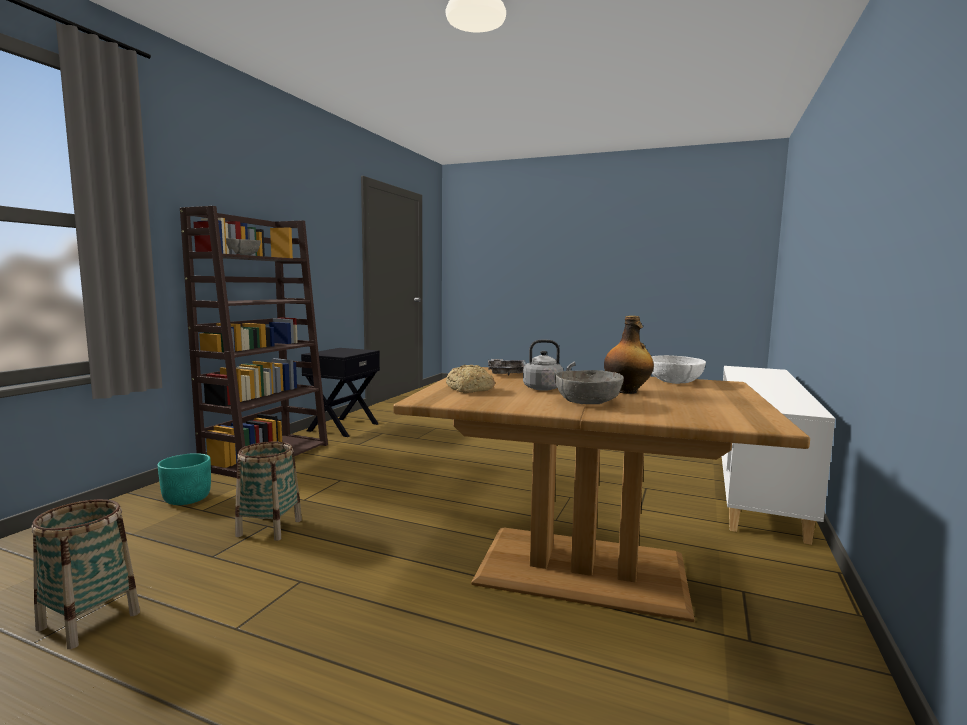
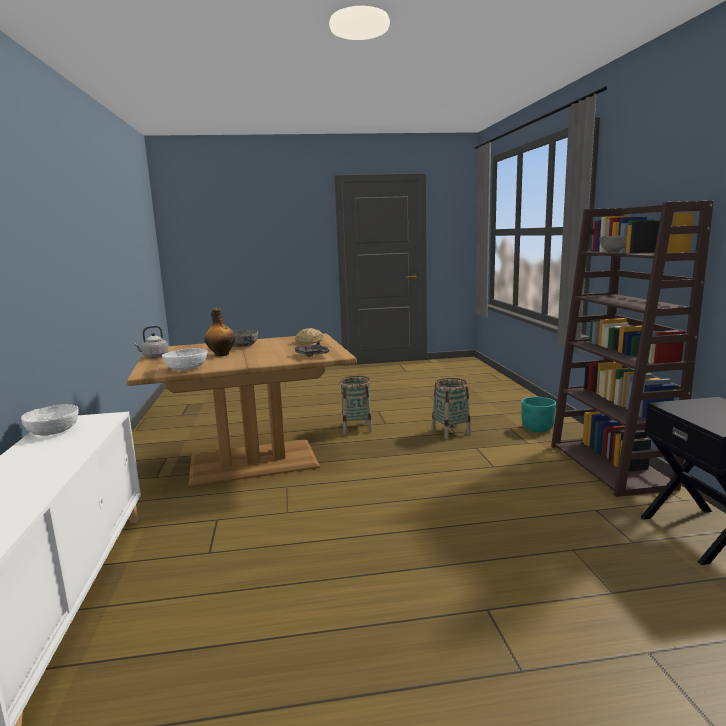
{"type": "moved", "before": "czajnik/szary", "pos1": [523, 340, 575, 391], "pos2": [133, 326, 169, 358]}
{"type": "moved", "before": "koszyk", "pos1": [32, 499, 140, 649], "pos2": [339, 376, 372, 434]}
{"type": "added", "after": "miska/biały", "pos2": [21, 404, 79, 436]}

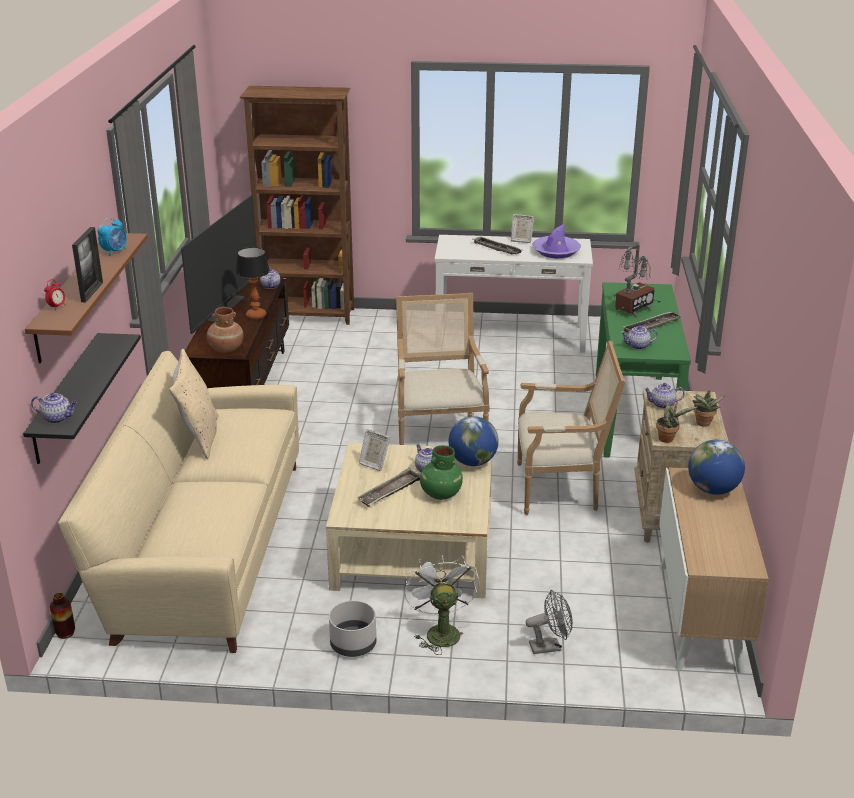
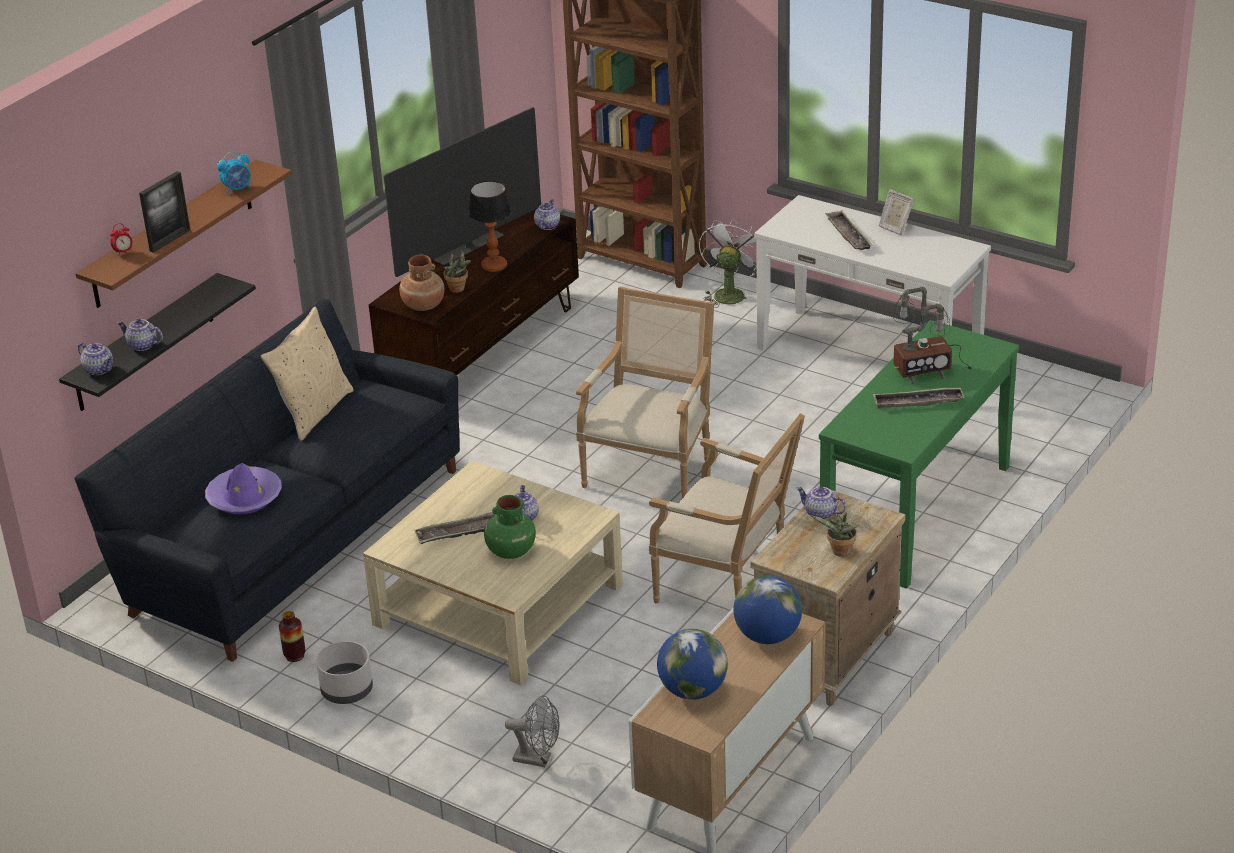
{"type": "moved", "before": "kapelusz/fioletowy", "pos1": [532, 223, 581, 258], "pos2": [205, 463, 282, 514]}
{"type": "moved", "before": "imbryk", "pos1": [621, 325, 658, 350], "pos2": [117, 319, 163, 351]}
{"type": "recoloured", "before": "kanapa/beżowy", "after": "kanapa/czarny", "pos1": [58, 351, 299, 653], "pos2": [74, 299, 460, 662]}
{"type": "moved", "before": "roślina doniczkowa", "pos1": [656, 400, 697, 443], "pos2": [444, 250, 471, 293]}
{"type": "moved", "before": "globus", "pos1": [448, 416, 499, 466], "pos2": [657, 629, 728, 700]}
{"type": "removed", "before": "ramka na zdjęcie", "pos1": [359, 429, 390, 471]}
{"type": "moved", "before": "wentylator/biały", "pos1": [404, 553, 480, 655], "pos2": [699, 218, 757, 308]}
{"type": "moved", "before": "wazon", "pos1": [50, 593, 75, 639], "pos2": [279, 611, 305, 662]}

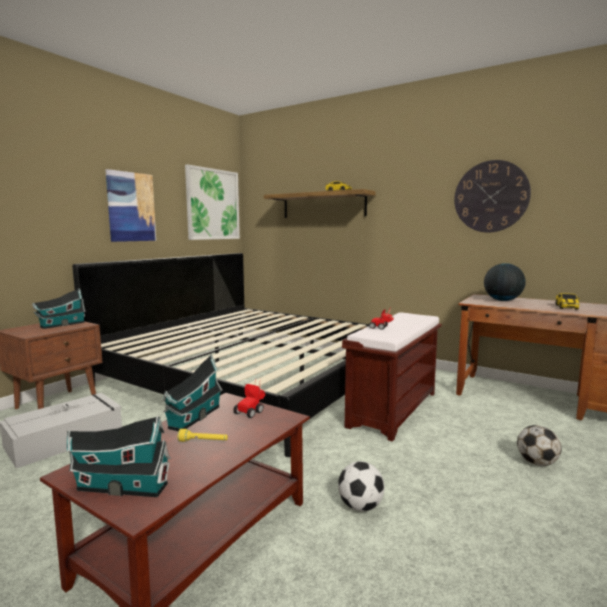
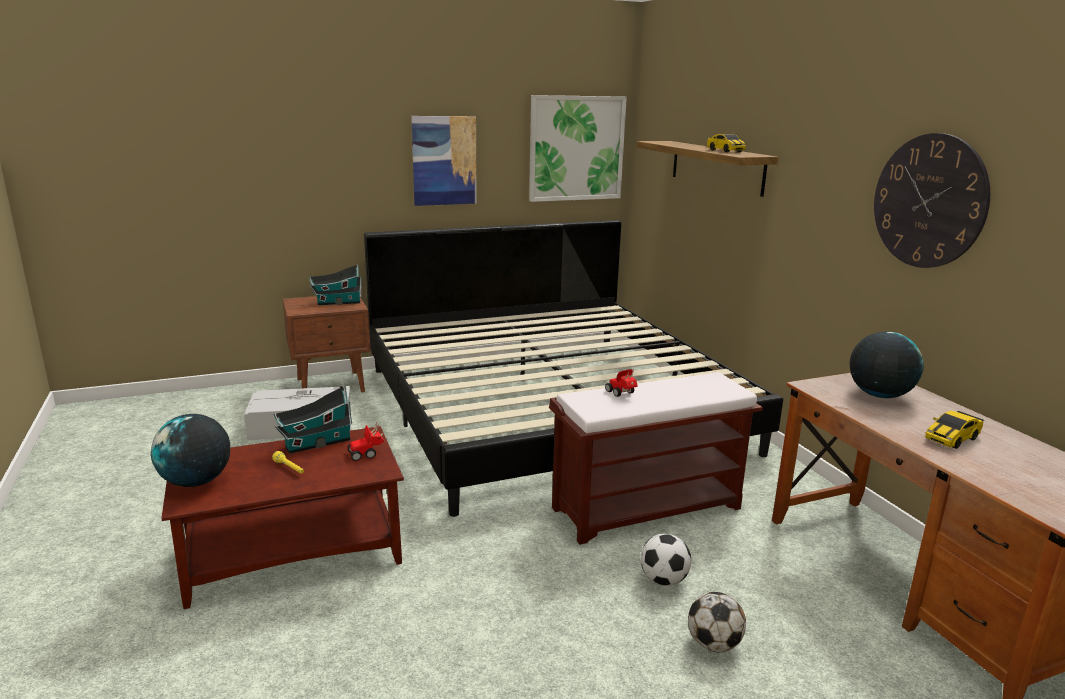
{"type": "replaced", "before": "domek", "after": "globus", "pos1": [67, 416, 171, 497], "pos2": [151, 414, 230, 487]}
{"type": "moved", "before": "piłka futbolowa", "pos1": [338, 461, 385, 511], "pos2": [640, 534, 691, 586]}

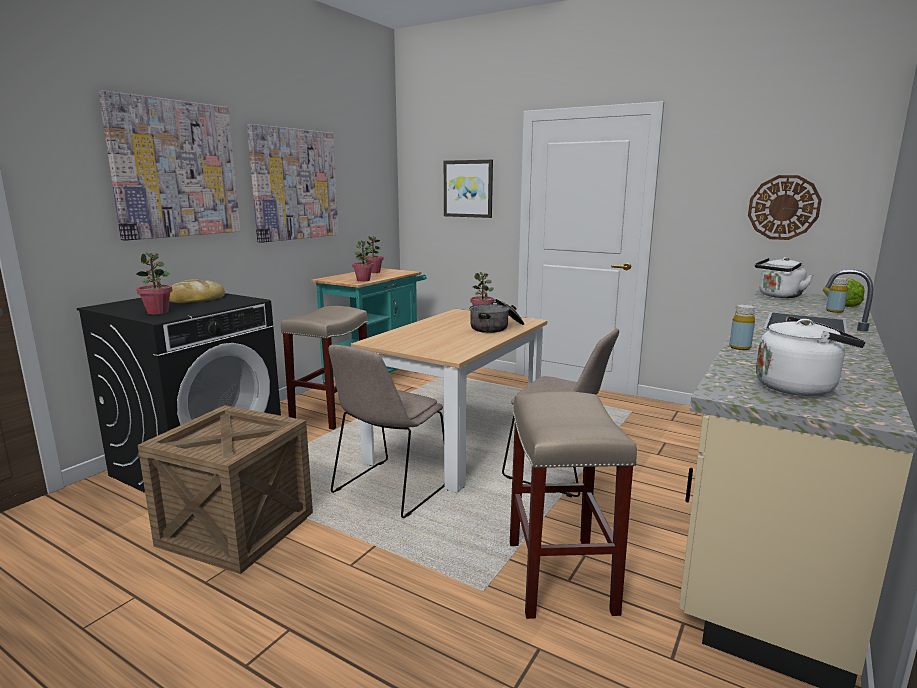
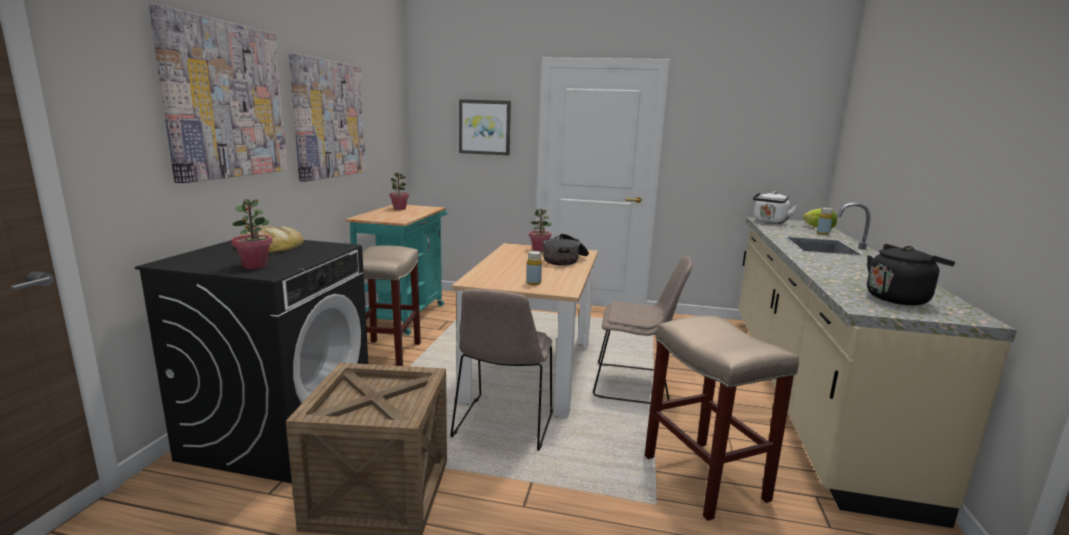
{"type": "removed", "before": "zegar ścienny", "pos1": [748, 175, 822, 240]}
{"type": "removed", "before": "roślina doniczkowa", "pos1": [352, 241, 374, 281]}
{"type": "moved", "before": "butelka/żółty", "pos1": [729, 304, 756, 350], "pos2": [526, 251, 542, 285]}
{"type": "recoloured", "before": "czajnik/biały", "after": "czajnik/czarny", "pos1": [756, 316, 866, 396], "pos2": [867, 244, 955, 305]}

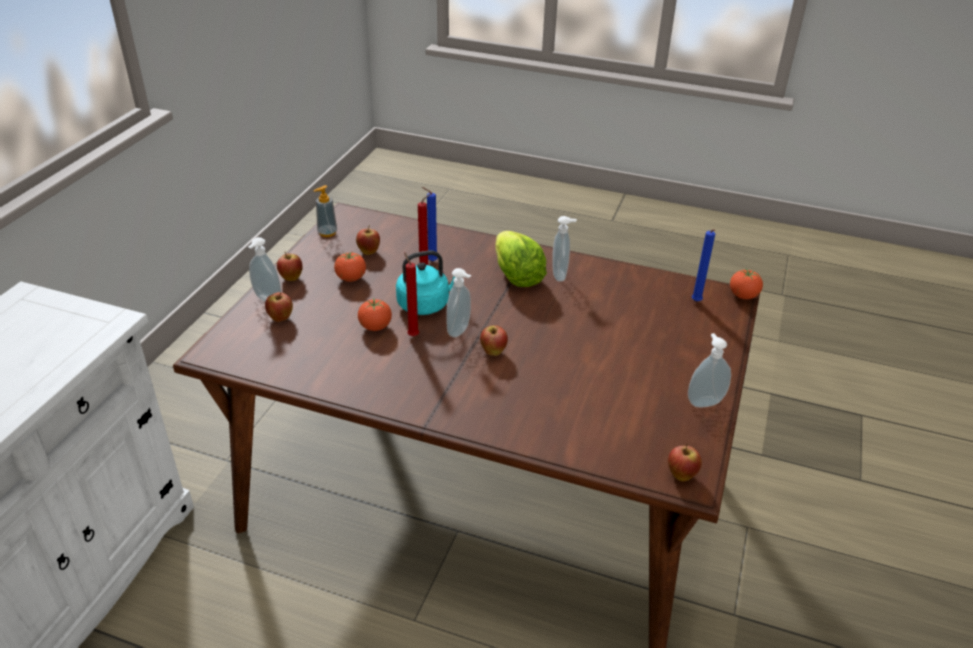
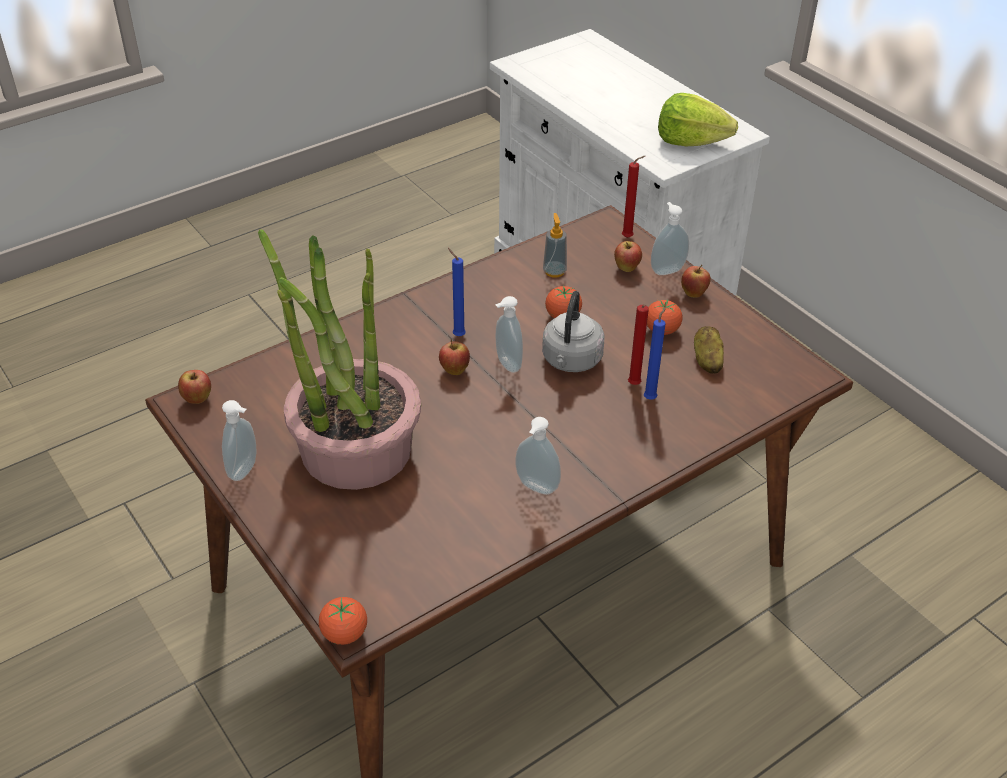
{"type": "moved", "before": "dozownik mydła", "pos1": [313, 185, 337, 237], "pos2": [543, 213, 567, 278]}
{"type": "replaced", "before": "jabłko", "after": "ziemniak", "pos1": [356, 225, 380, 255], "pos2": [694, 326, 724, 374]}
{"type": "moved", "before": "świeca/niebieski", "pos1": [692, 229, 715, 302], "pos2": [448, 248, 466, 336]}
{"type": "moved", "before": "sałata", "pos1": [495, 231, 547, 287], "pos2": [658, 93, 738, 146]}
{"type": "recoloured", "before": "czajnik/turkusowy", "after": "czajnik/szary", "pos1": [396, 250, 455, 315], "pos2": [542, 291, 604, 372]}
{"type": "moved", "before": "świeca/czerwony", "pos1": [404, 252, 419, 336], "pos2": [622, 156, 645, 238]}
{"type": "added", "after": "roślina doniczkowa", "pos2": [258, 229, 421, 490]}

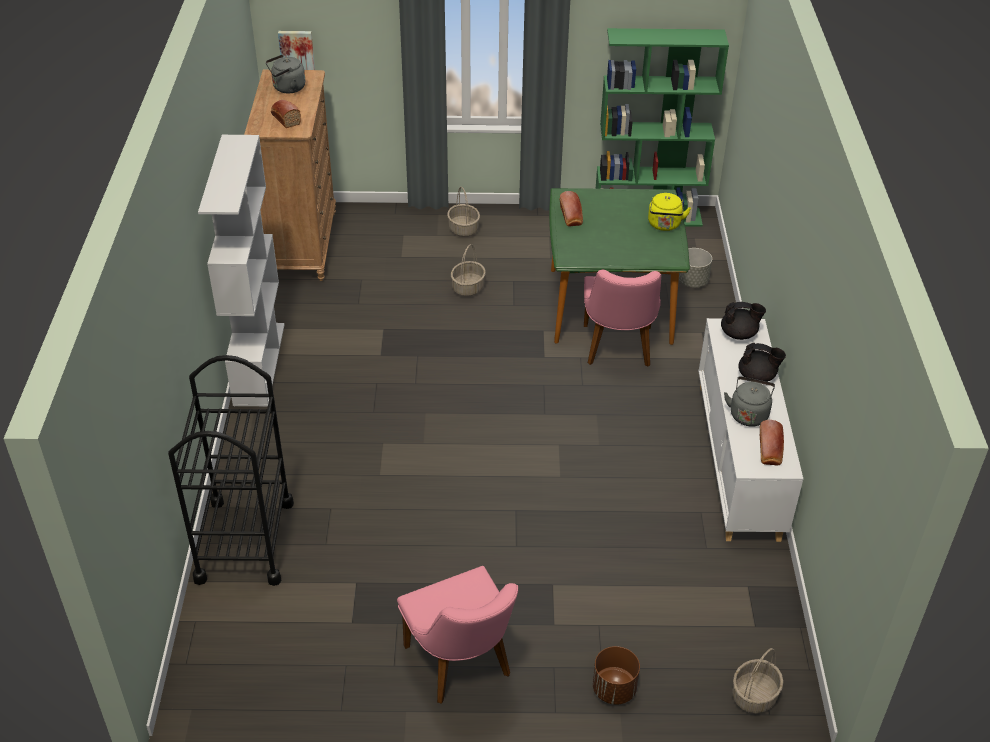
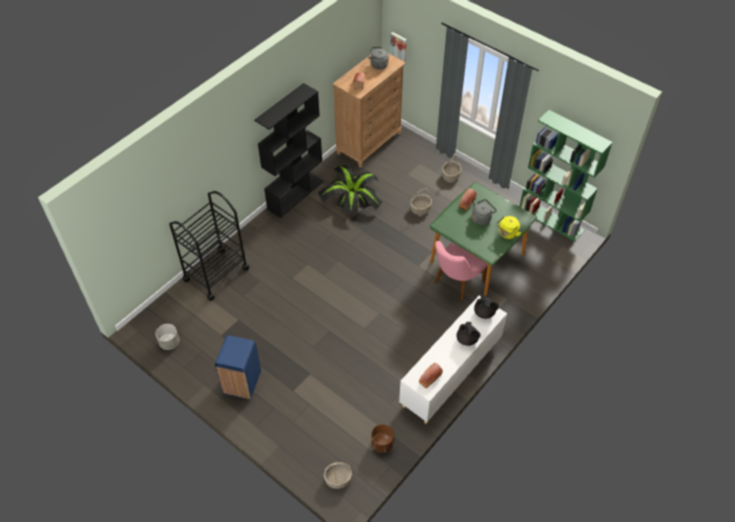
{"type": "recoloured", "before": "regał/biały", "after": "regał/czarny", "pos1": [198, 135, 285, 406], "pos2": [254, 83, 324, 218]}
{"type": "moved", "before": "donica/szary", "pos1": [679, 248, 712, 287], "pos2": [155, 324, 180, 350]}
{"type": "moved", "before": "czajnik/szary", "pos1": [724, 376, 775, 427], "pos2": [472, 199, 497, 225]}
{"type": "replaced", "before": "krzesło/różowy", "after": "kosz na śmieci/niebieski", "pos1": [397, 566, 518, 704], "pos2": [215, 335, 261, 399]}
{"type": "moved", "before": "donica/brązowy", "pos1": [593, 646, 640, 705], "pos2": [371, 424, 394, 453]}
{"type": "added", "after": "roślina doniczkowa", "pos2": [318, 165, 383, 214]}

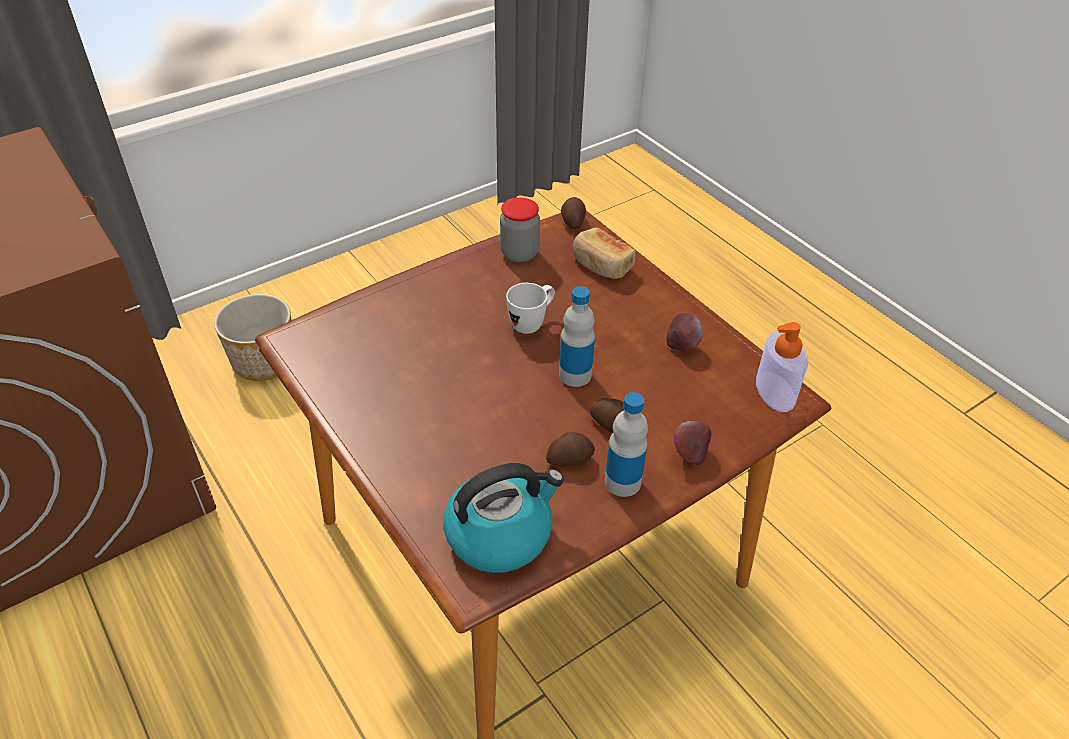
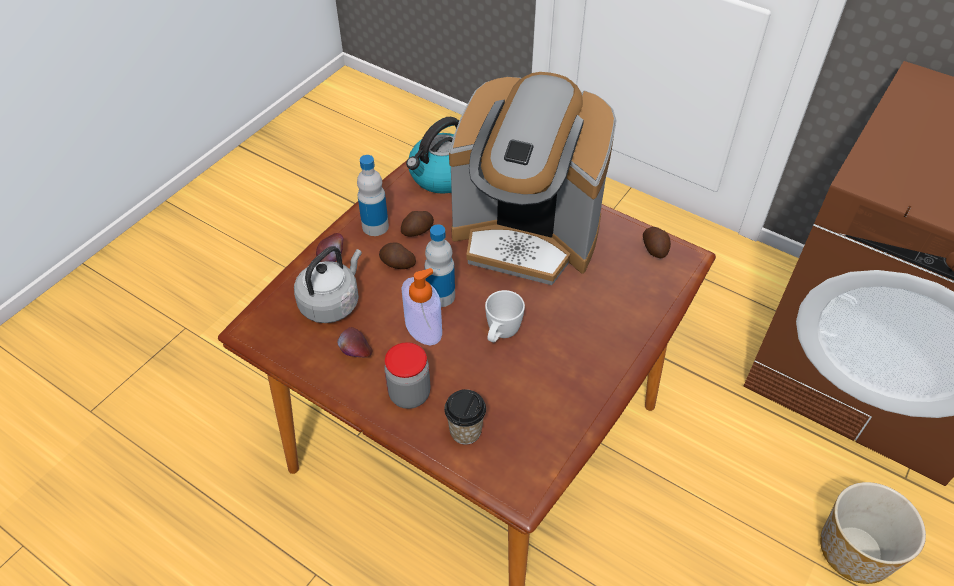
{"type": "moved", "before": "ziemniak", "pos1": [561, 197, 586, 229], "pos2": [643, 227, 671, 258]}
{"type": "moved", "before": "słoik", "pos1": [500, 198, 540, 262], "pos2": [384, 342, 431, 409]}
{"type": "replaced", "before": "chleb", "after": "filiżanka", "pos1": [573, 227, 635, 279], "pos2": [444, 389, 486, 445]}
{"type": "moved", "before": "dozownik mydła", "pos1": [756, 322, 808, 412], "pos2": [401, 268, 442, 345]}
{"type": "added", "after": "ekspres do kawy", "pos2": [449, 72, 617, 285]}
{"type": "added", "after": "czajnik/szary", "pos2": [294, 246, 362, 323]}

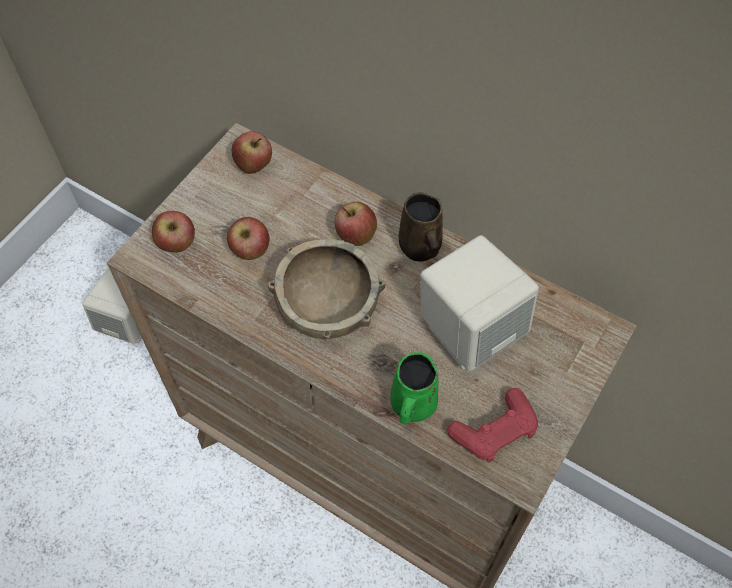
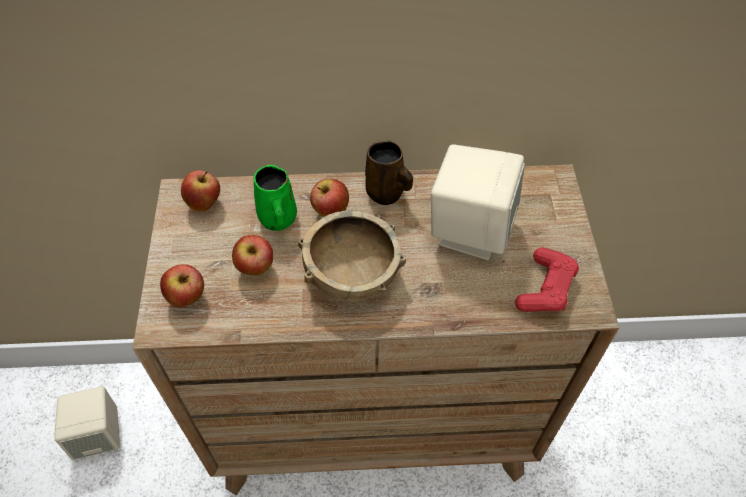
{"type": "moved", "before": "kubek/zielony", "pos1": [390, 352, 438, 424], "pos2": [253, 165, 297, 231]}

